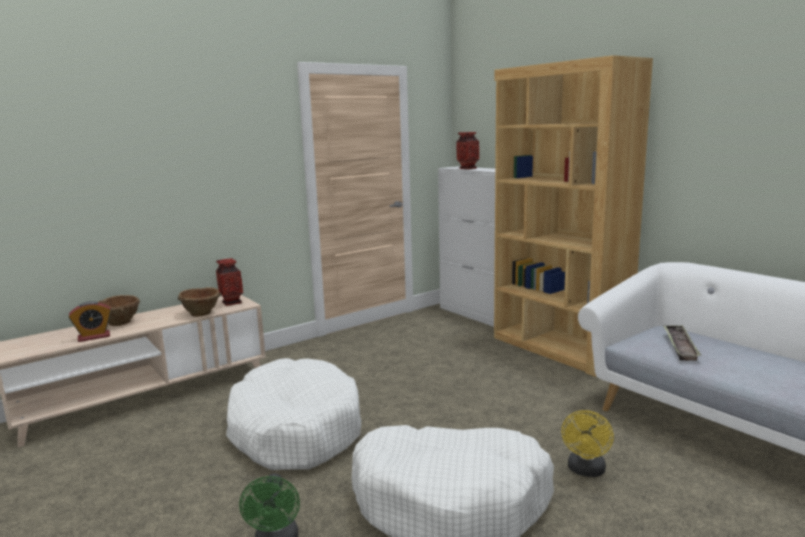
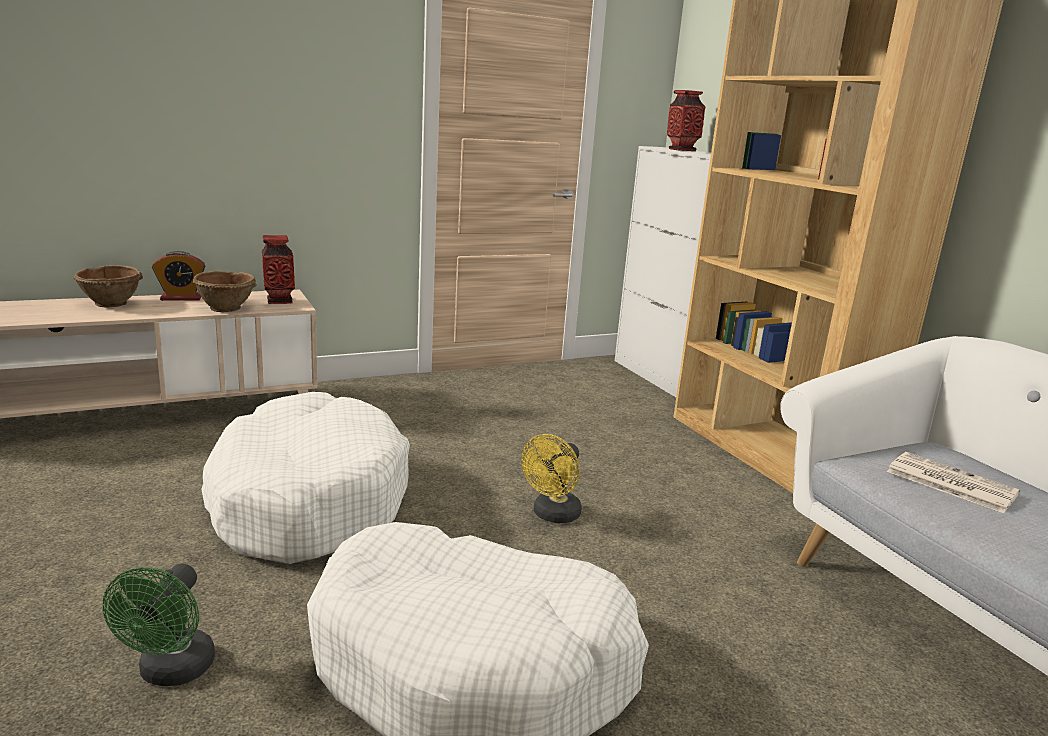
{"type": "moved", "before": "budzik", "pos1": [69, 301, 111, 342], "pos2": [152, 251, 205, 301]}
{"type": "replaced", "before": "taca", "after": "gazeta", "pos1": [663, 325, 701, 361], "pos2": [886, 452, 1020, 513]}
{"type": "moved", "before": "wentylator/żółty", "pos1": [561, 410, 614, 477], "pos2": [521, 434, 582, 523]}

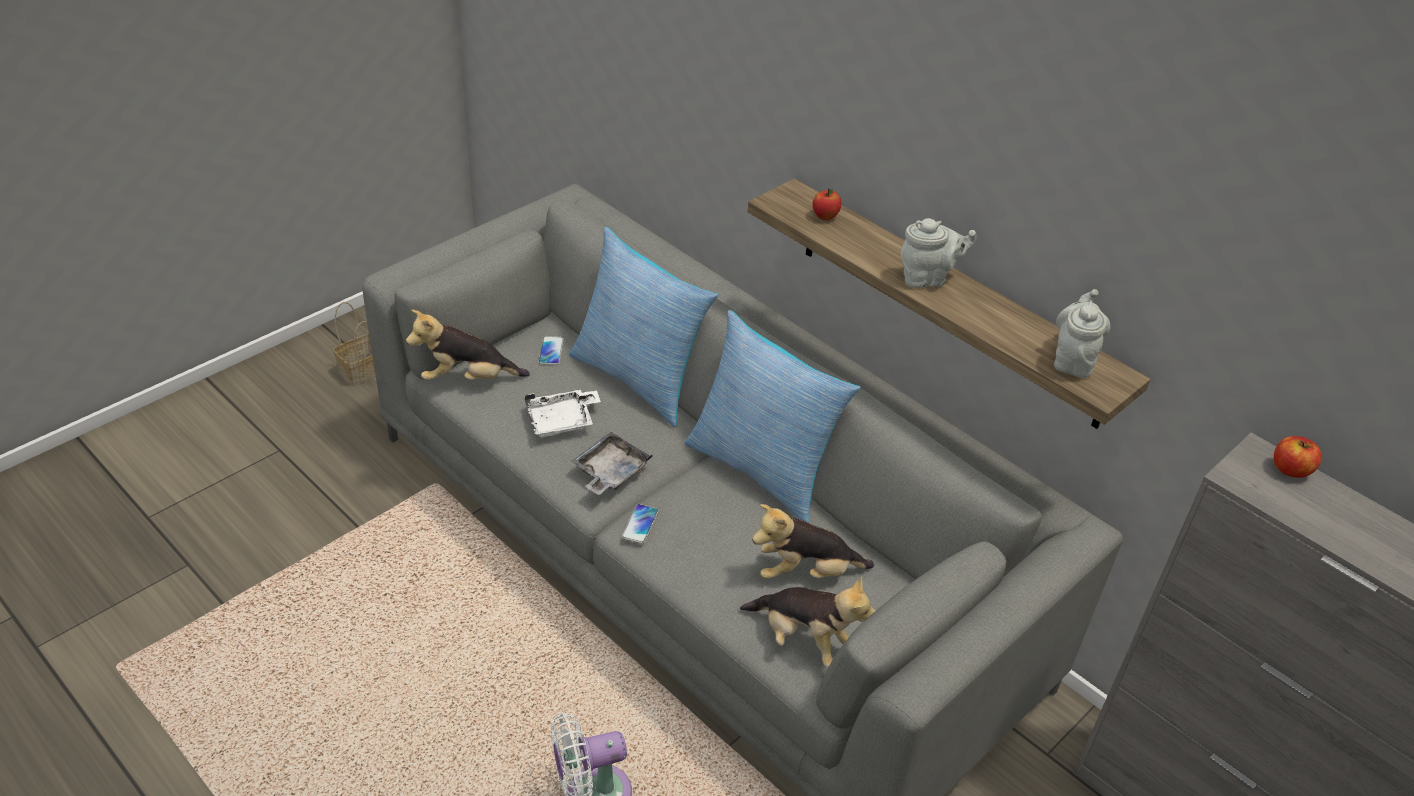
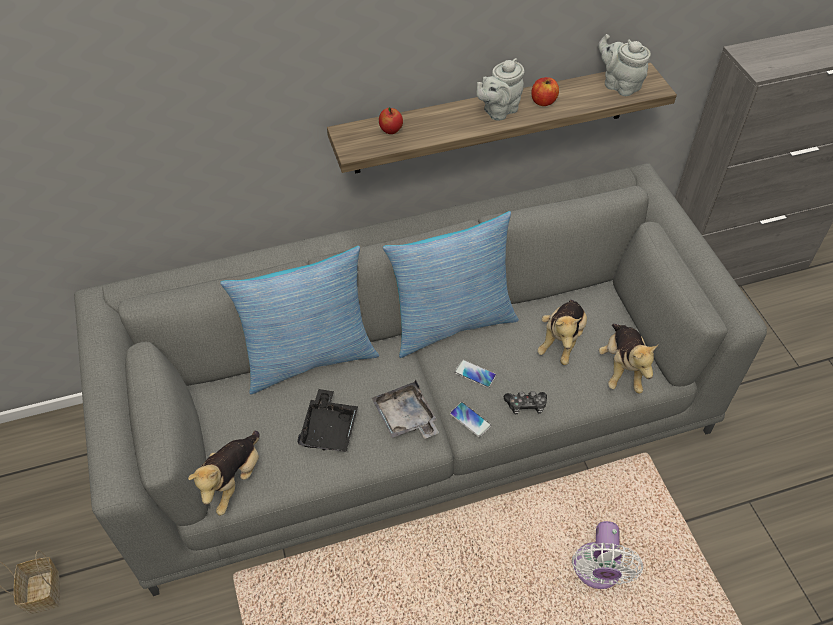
{"type": "turned", "before": "imbryk/szary", "pos1": [901, 218, 977, 288], "pos2": [476, 58, 525, 121], "turn": -150}
{"type": "moved", "before": "telefon", "pos1": [539, 336, 564, 365], "pos2": [454, 360, 496, 388]}
{"type": "recoloured", "before": "taca/biały", "after": "taca/czarny", "pos1": [525, 390, 601, 437], "pos2": [297, 389, 358, 452]}
{"type": "moved", "before": "jabłko", "pos1": [1274, 436, 1322, 478], "pos2": [531, 77, 559, 106]}
{"type": "turned", "before": "pluszak", "pos1": [740, 576, 875, 668], "pos2": [599, 324, 658, 394], "turn": 120}
{"type": "added", "after": "pad do gier", "pos2": [504, 391, 547, 415]}

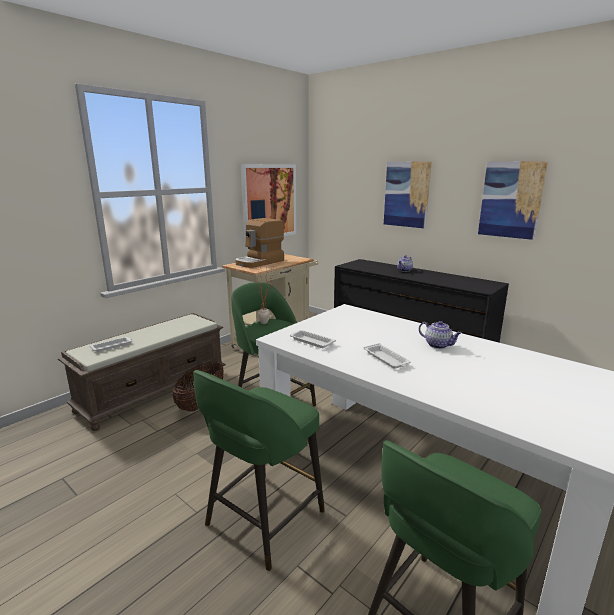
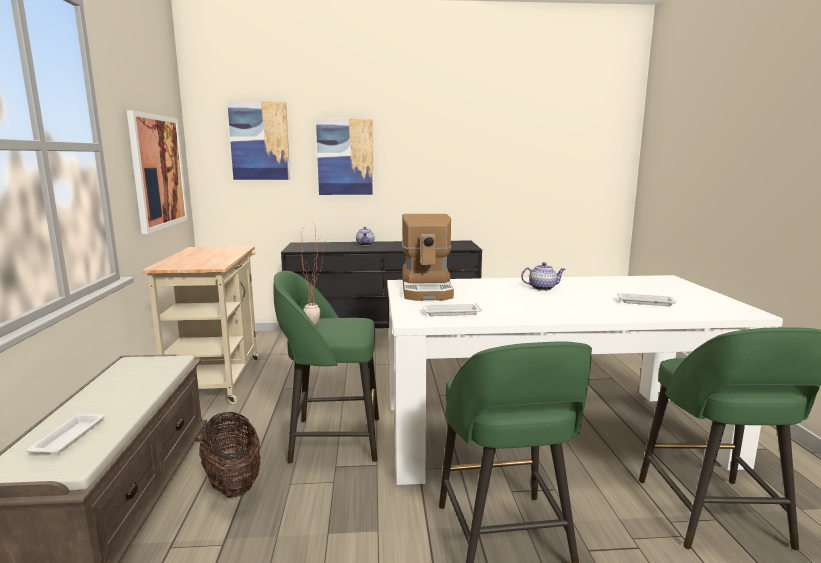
{"type": "moved", "before": "obraz", "pos1": [478, 161, 548, 240], "pos2": [227, 101, 290, 180]}
{"type": "moved", "before": "ekspres do kawy", "pos1": [235, 218, 284, 268], "pos2": [402, 214, 454, 301]}
{"type": "moved", "before": "taca/biały", "pos1": [364, 343, 411, 369], "pos2": [617, 292, 678, 306]}

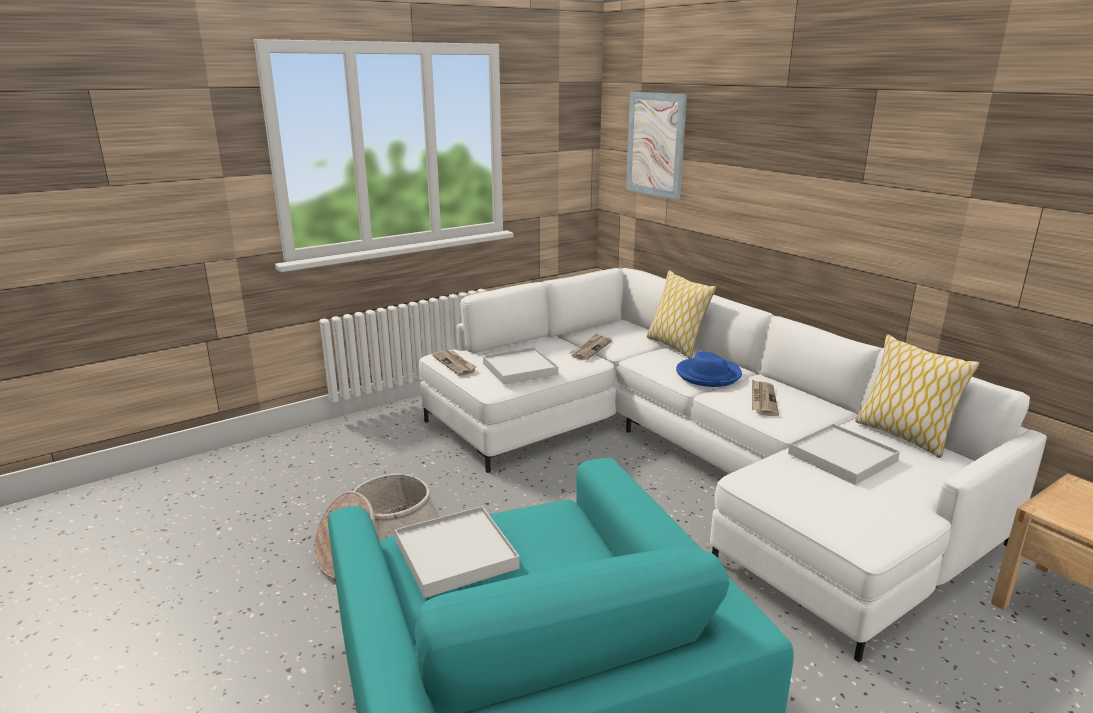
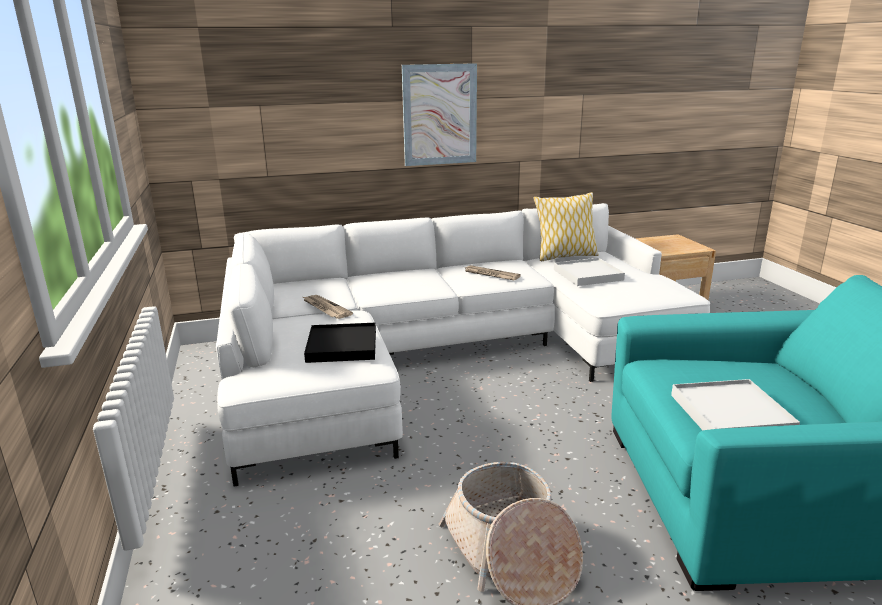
{"type": "moved", "before": "obraz", "pos1": [626, 92, 687, 200], "pos2": [402, 63, 477, 166]}
{"type": "removed", "before": "poduszka", "pos1": [647, 270, 716, 359]}
{"type": "recoloured", "before": "taca/biały", "after": "taca/czarny", "pos1": [483, 347, 558, 385], "pos2": [304, 323, 376, 363]}
{"type": "removed", "before": "gazeta", "pos1": [432, 350, 477, 376]}
{"type": "removed", "before": "kapelusz/niebieski", "pos1": [676, 351, 742, 387]}

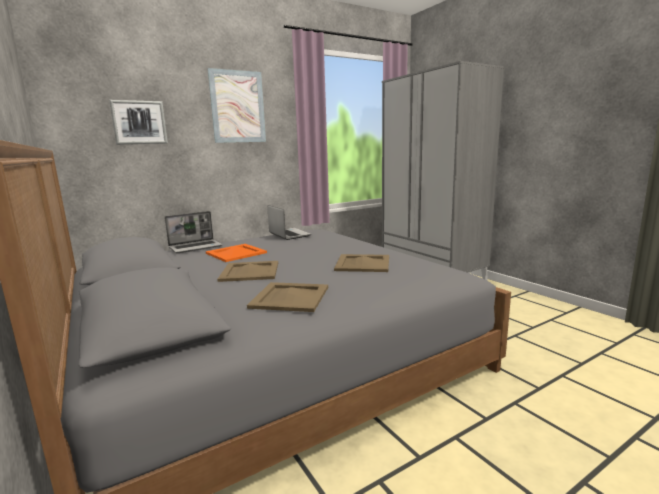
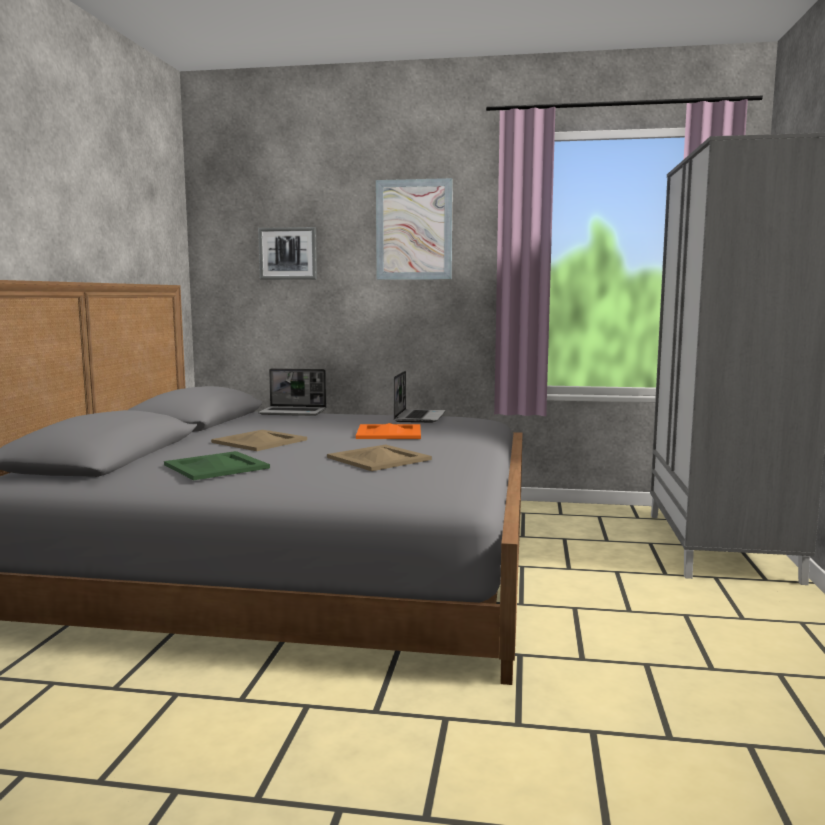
{"type": "moved", "before": "taca/pomarańczowy", "pos1": [206, 244, 267, 262], "pos2": [356, 423, 421, 439]}
{"type": "recoloured", "before": "taca/beżowy", "after": "taca/zielony", "pos1": [247, 282, 328, 312], "pos2": [164, 451, 270, 480]}

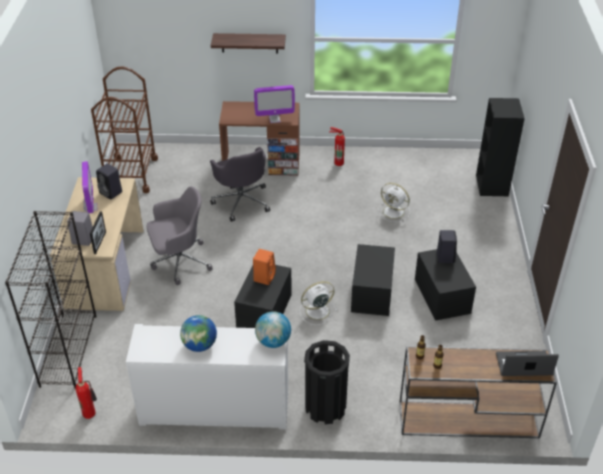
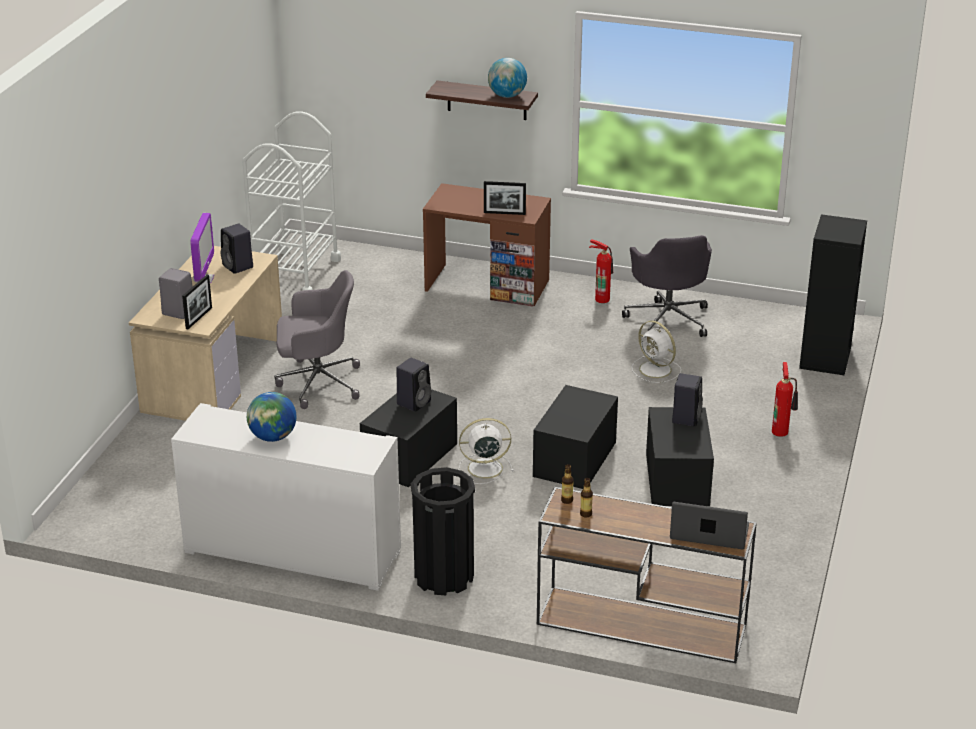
{"type": "recoloured", "before": "wózek/brązowy", "after": "wózek/biały", "pos1": [91, 66, 158, 193], "pos2": [242, 111, 341, 291]}
{"type": "replaced", "before": "monitor", "after": "ramka na zdjęcie", "pos1": [254, 85, 295, 123], "pos2": [484, 181, 526, 215]}
{"type": "moved", "before": "krzesło biurowe/szary", "pos1": [210, 147, 270, 222], "pos2": [622, 235, 712, 337]}
{"type": "removed", "before": "regał/czarny", "pos1": [5, 211, 96, 388]}
{"type": "recoloured", "before": "głośnik/pomarańczowy", "after": "głośnik/czarny", "pos1": [253, 249, 276, 285], "pos2": [396, 358, 431, 412]}
{"type": "moved", "before": "globus", "pos1": [255, 311, 291, 348], "pos2": [488, 58, 527, 98]}
{"type": "moved", "before": "gaśnica", "pos1": [75, 367, 97, 419], "pos2": [772, 362, 798, 437]}

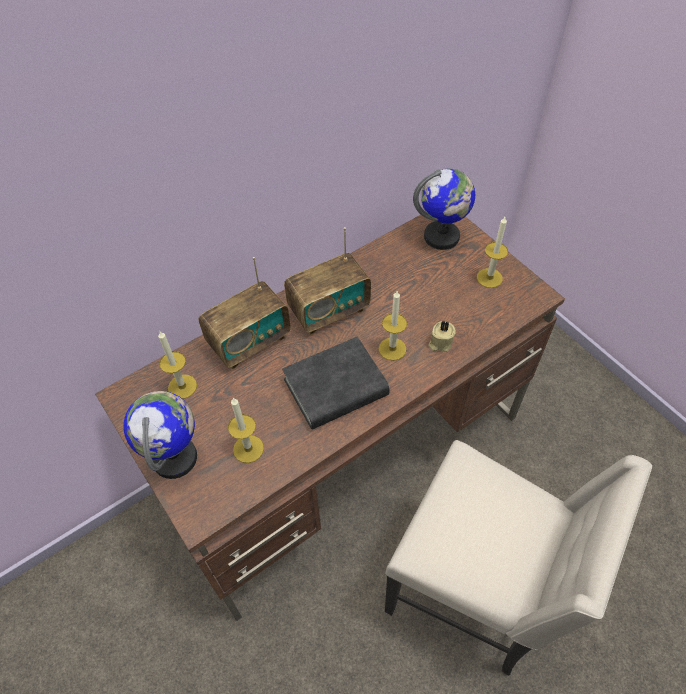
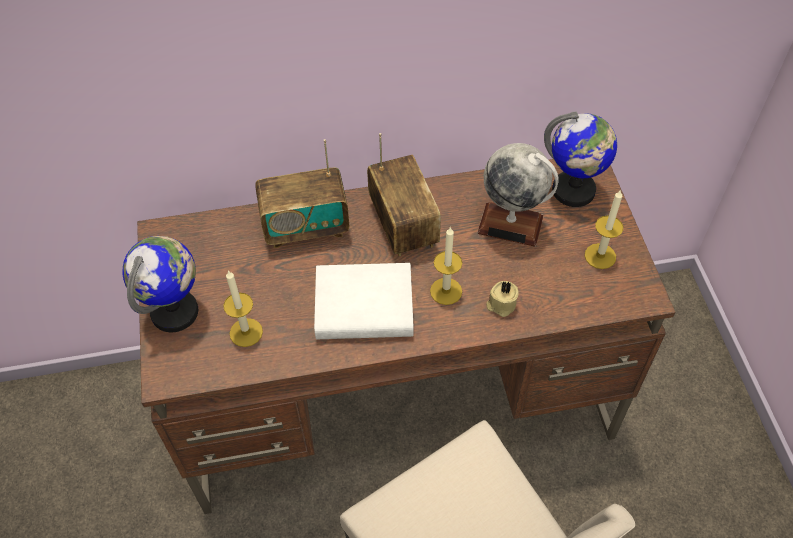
{"type": "turned", "before": "radio", "pos1": [284, 227, 371, 335], "pos2": [367, 133, 441, 256], "turn": -105}
{"type": "removed", "before": "świeca", "pos1": [158, 331, 197, 399]}
{"type": "recoloured", "before": "książka/czarny", "after": "książka/biały", "pos1": [282, 337, 390, 430], "pos2": [314, 263, 413, 339]}
{"type": "added", "after": "globus", "pos2": [477, 143, 559, 247]}

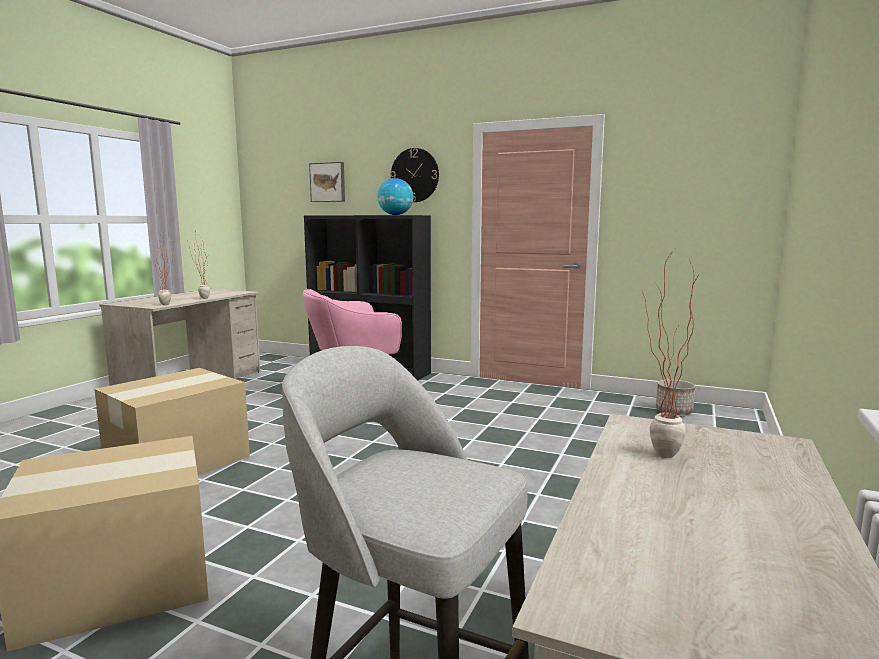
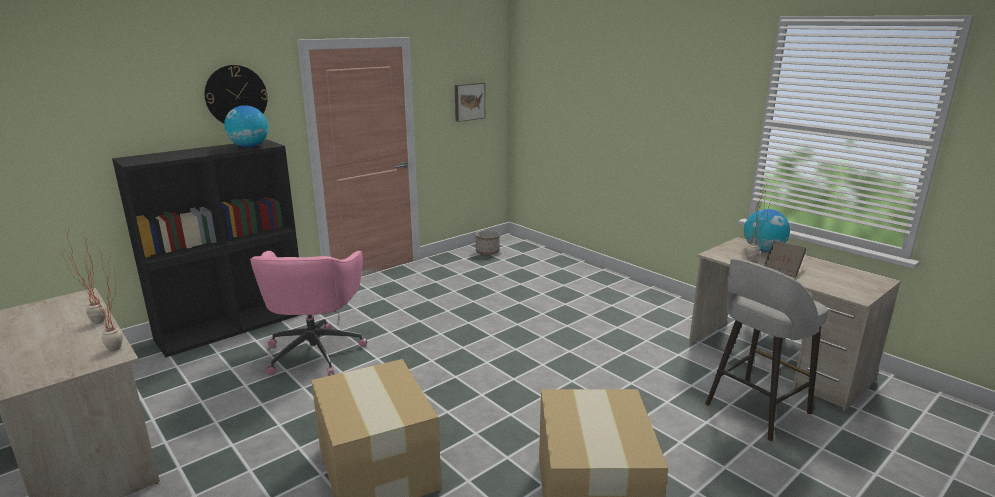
{"type": "moved", "before": "obraz", "pos1": [309, 162, 345, 202], "pos2": [455, 83, 485, 122]}
{"type": "added", "after": "globus", "pos2": [743, 209, 790, 252]}
{"type": "added", "after": "książka/brązowy", "pos2": [764, 241, 806, 277]}

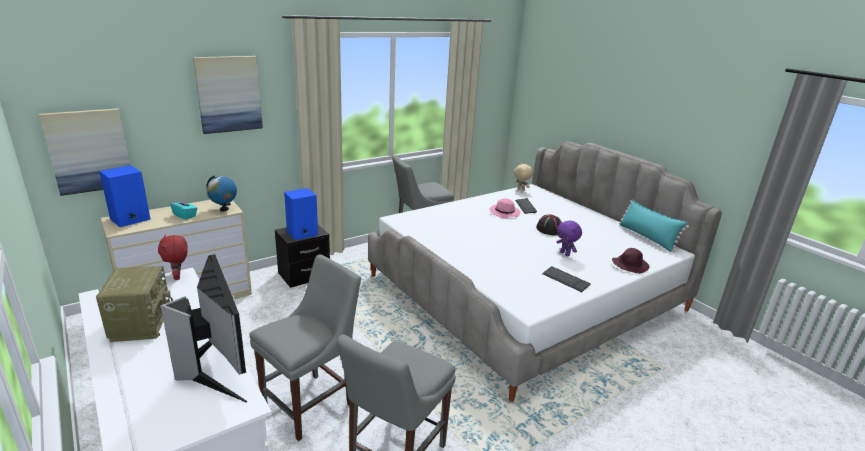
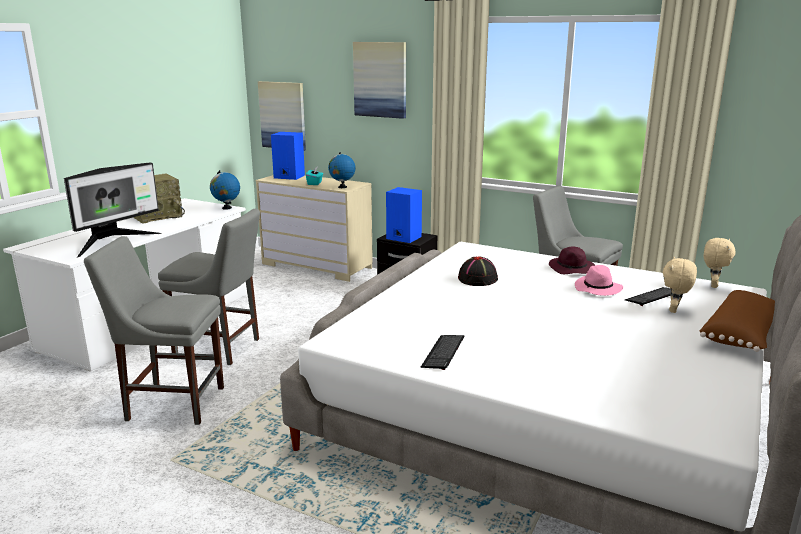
{"type": "removed", "before": "poduszka/turkusowy", "pos1": [619, 199, 689, 252]}
{"type": "moved", "before": "kapelusz/czarny", "pos1": [536, 215, 562, 236], "pos2": [458, 256, 498, 286]}
{"type": "removed", "before": "pluszak/fioletowy", "pos1": [557, 220, 582, 256]}
{"type": "replaced", "before": "pluszak/czerwony", "after": "globus", "pos1": [158, 235, 188, 280], "pos2": [210, 170, 240, 210]}
{"type": "moved", "before": "kapelusz/fioletowy", "pos1": [612, 248, 650, 274], "pos2": [549, 246, 595, 274]}
{"type": "added", "after": "pluszak/beżowy", "pos2": [663, 257, 697, 313]}
{"type": "added", "after": "poduszka/brązowy", "pos2": [700, 290, 775, 352]}

